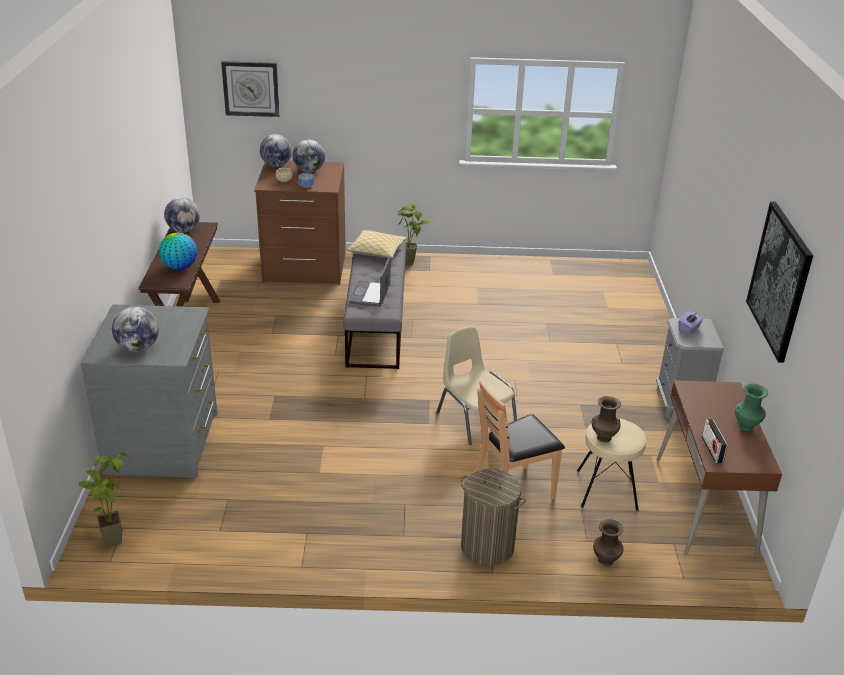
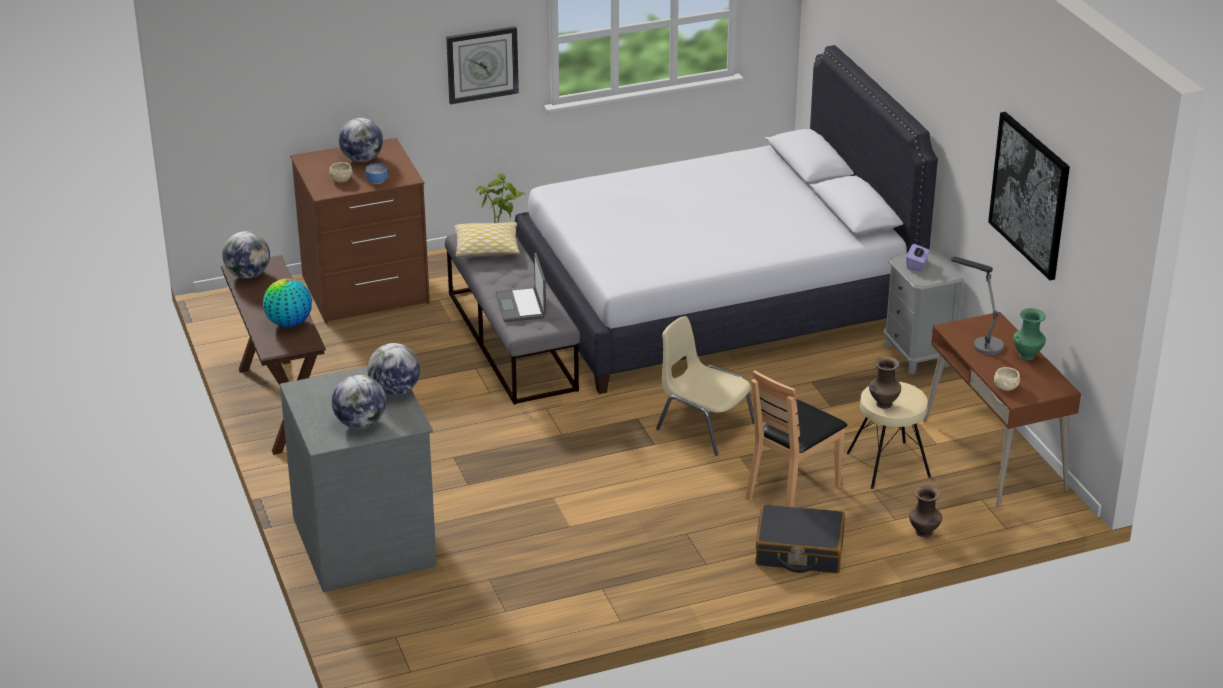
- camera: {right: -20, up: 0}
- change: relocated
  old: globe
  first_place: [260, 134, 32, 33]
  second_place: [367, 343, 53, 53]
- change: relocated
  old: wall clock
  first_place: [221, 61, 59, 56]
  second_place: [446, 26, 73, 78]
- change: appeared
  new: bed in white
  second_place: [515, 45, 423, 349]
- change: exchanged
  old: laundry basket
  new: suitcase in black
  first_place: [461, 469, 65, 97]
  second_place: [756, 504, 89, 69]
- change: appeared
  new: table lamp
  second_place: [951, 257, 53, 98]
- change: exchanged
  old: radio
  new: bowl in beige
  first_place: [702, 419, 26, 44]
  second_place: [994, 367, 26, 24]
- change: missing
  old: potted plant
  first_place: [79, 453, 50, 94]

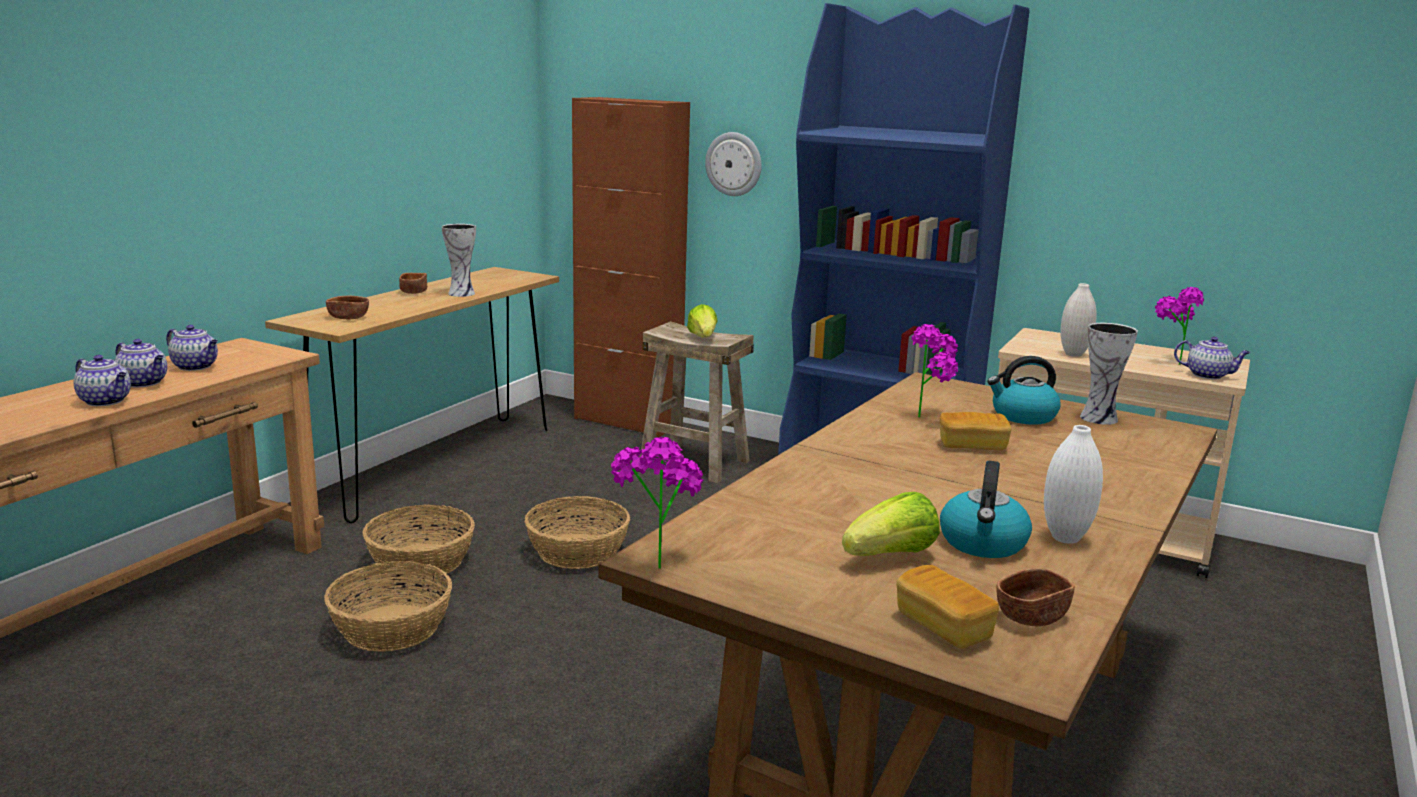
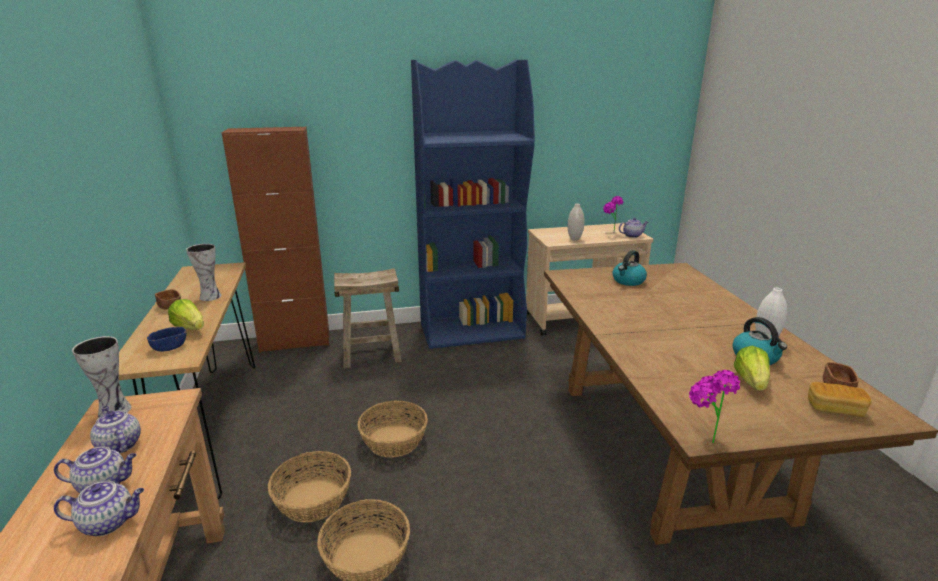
- camera: {right: -40, up: 5}
- change: relocated
  old: vase
  first_place: [1080, 323, 58, 102]
  second_place: [72, 336, 59, 81]
- change: spun
  old: teapot
  first_place: [166, 325, 52, 46]
  second_place: [90, 406, 51, 47]
  degrees: -120
- change: colour
  old: bowl in brown
  new: bowl in blue
  first_place: [326, 296, 43, 23]
  second_place: [147, 327, 39, 24]
- change: relocated
  old: lettuce
  first_place: [687, 304, 31, 34]
  second_place: [168, 299, 36, 31]
- change: missing
  old: wall clock
  first_place: [705, 132, 57, 64]
- change: missing
  old: potted plant
  first_place: [912, 324, 46, 93]
- change: missing
  old: bread
  first_place: [940, 412, 71, 38]

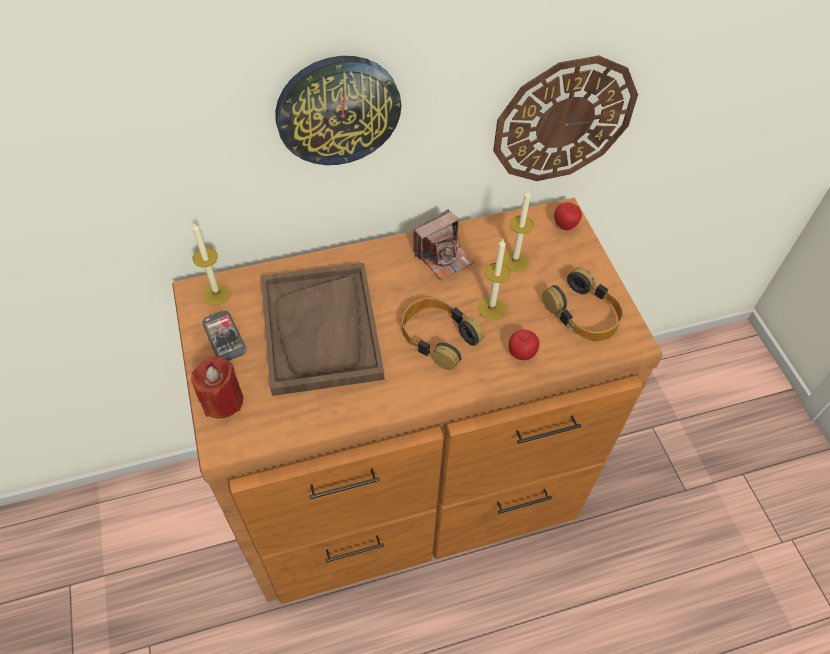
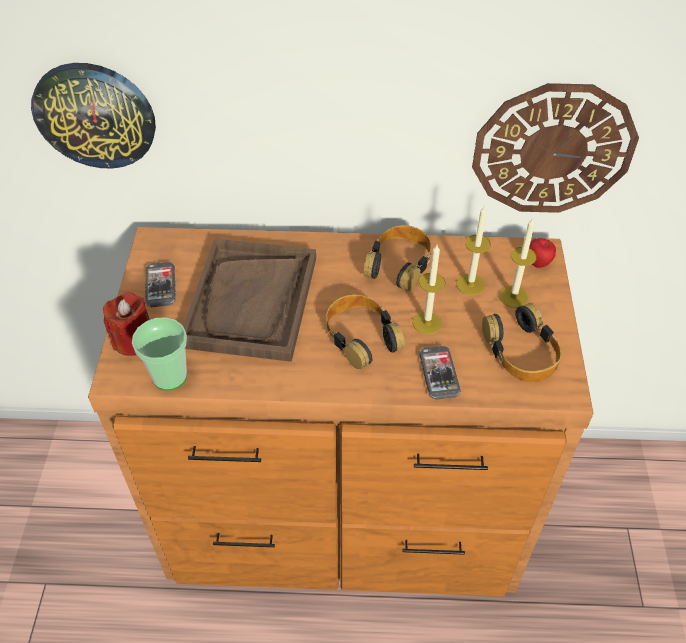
- camera: {right: 20, up: -5}
- change: relocated
  old: wall clock
  first_place: [275, 56, 127, 109]
  second_place: [31, 63, 125, 105]
- change: appeared
  new: cup
  second_place: [132, 317, 55, 73]
- change: exchanged
  old: photo camera
  new: headphones
  first_place: [413, 209, 62, 71]
  second_place: [364, 225, 67, 66]
- change: exchanged
  old: apple
  new: phone
  first_place: [509, 330, 30, 30]
  second_place: [419, 346, 42, 54]
- change: relocated
  old: candle
  first_place: [193, 223, 38, 82]
  second_place: [499, 218, 38, 90]

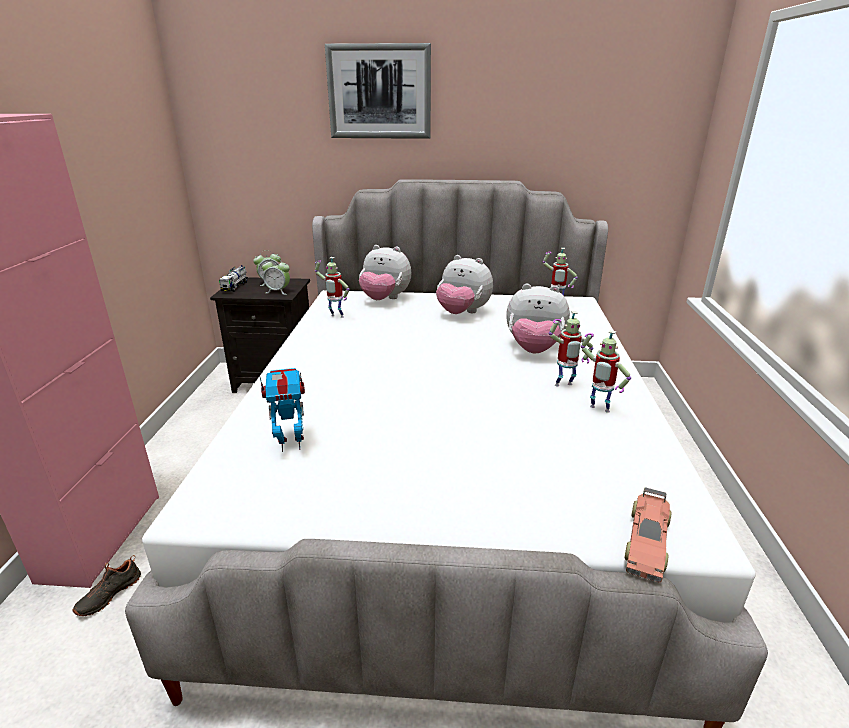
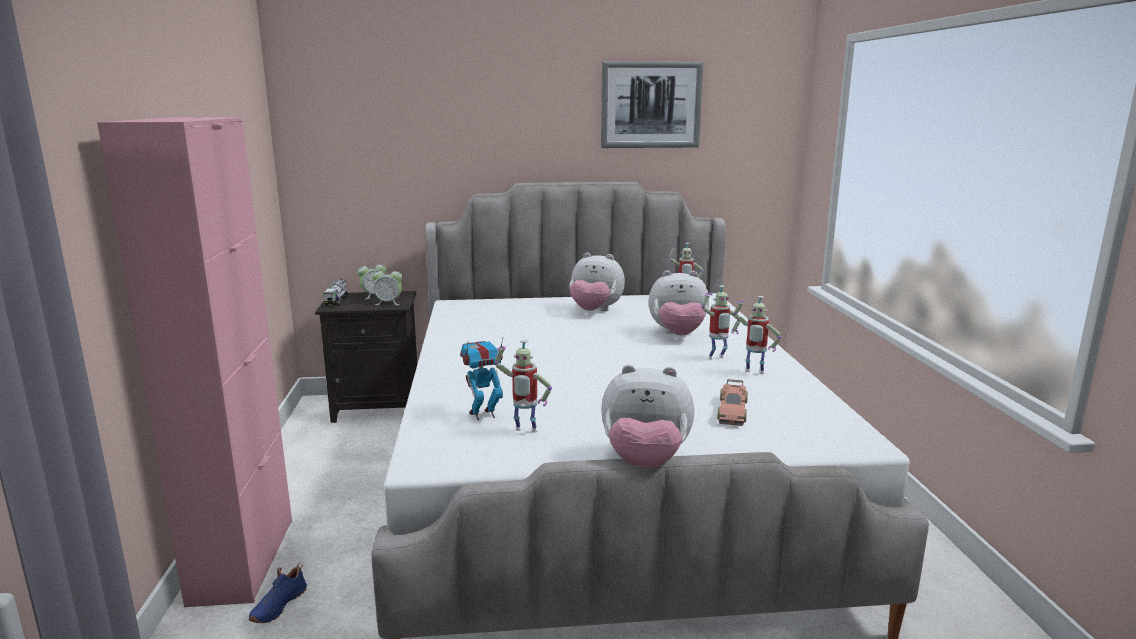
- camera: {right: -10, up: -10}
- change: colour
  old: shoe in black
  new: shoe in blue
  first_place: [72, 555, 69, 61]
  second_place: [249, 564, 58, 59]
- change: relocated
  old: toy robot
  first_place: [315, 257, 34, 61]
  second_place: [494, 340, 58, 92]
- change: relocated
  old: picture
  first_place: [325, 43, 106, 96]
  second_place: [601, 61, 102, 87]
- change: relocated
  old: plush toy
  first_place: [359, 245, 52, 55]
  second_place: [601, 364, 93, 104]
- change: relocated
  old: toy car
  first_place: [624, 487, 48, 95]
  second_place: [717, 379, 31, 47]

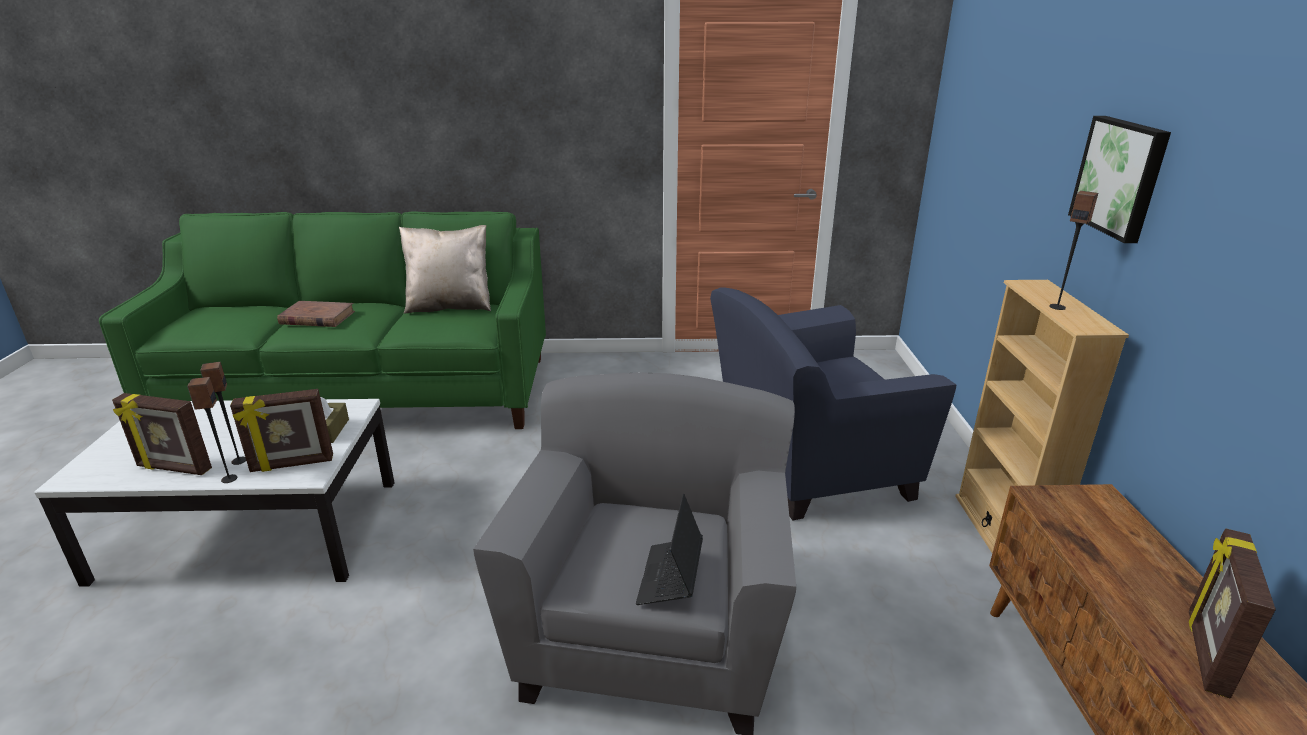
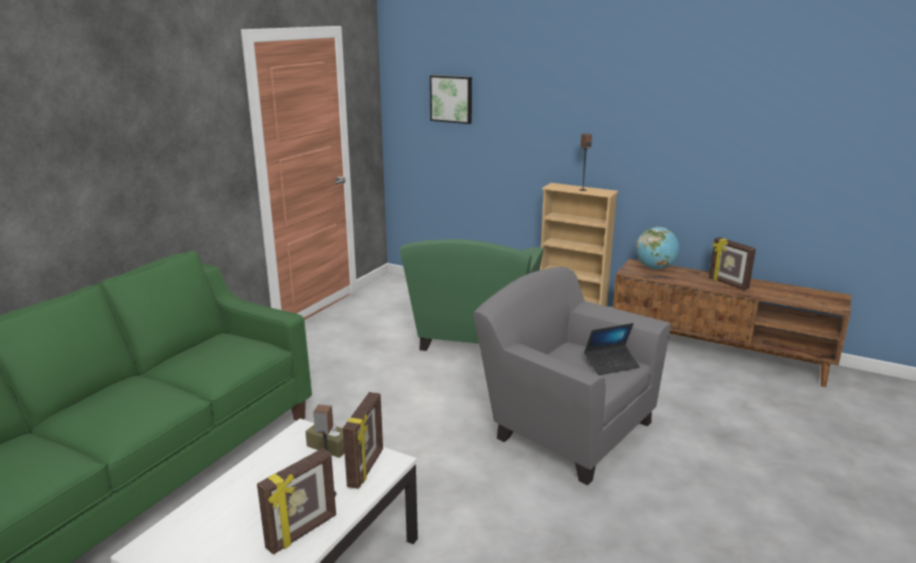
- camera: {right: -60, up: -5}
- change: colour
  old: armchair in blue
  new: armchair in green
  first_place: [710, 287, 246, 233]
  second_place: [400, 239, 143, 112]
- change: relocated
  old: picture
  first_place: [1068, 116, 103, 127]
  second_place: [430, 75, 42, 49]
- change: spun
  old: laptop
  first_place: [636, 494, 67, 111]
  second_place: [584, 323, 56, 52]
  degrees: -60
- change: appeared
  new: globe
  second_place: [636, 227, 44, 43]
- change: missing
  old: speaker
  first_place: [187, 377, 50, 106]
- change: missing
  old: book in brown
  first_place: [277, 301, 78, 26]
- change: missing
  old: pillow in beige
  first_place: [399, 225, 92, 89]

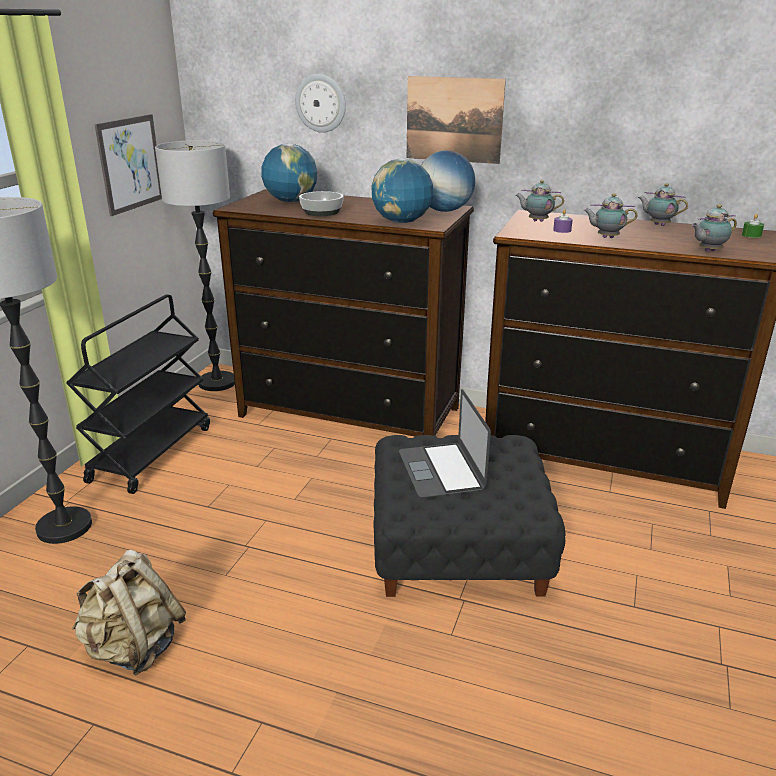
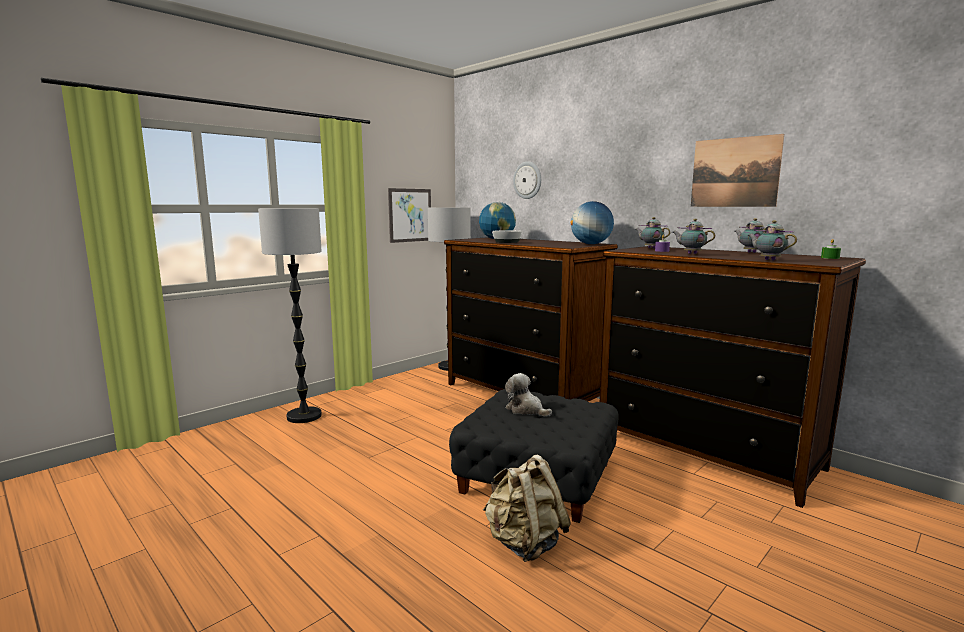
- camera: {right: 25, up: -15}
- change: relocated
  old: backpack in beige
  first_place: [72, 549, 114, 127]
  second_place: [483, 454, 88, 108]
- change: exchanged
  old: laptop
  new: plush toy
  first_place: [399, 389, 92, 109]
  second_place: [505, 373, 47, 44]
- change: relocated
  old: picture
  first_place: [407, 76, 99, 88]
  second_place: [691, 134, 93, 73]
- change: spun
  old: teapot
  first_place: [691, 204, 46, 48]
  second_place: [747, 220, 50, 41]
  degrees: 45
- change: missing
  old: cart in black
  first_place: [66, 294, 144, 200]
- change: missing
  old: globe
  first_place: [371, 158, 62, 65]

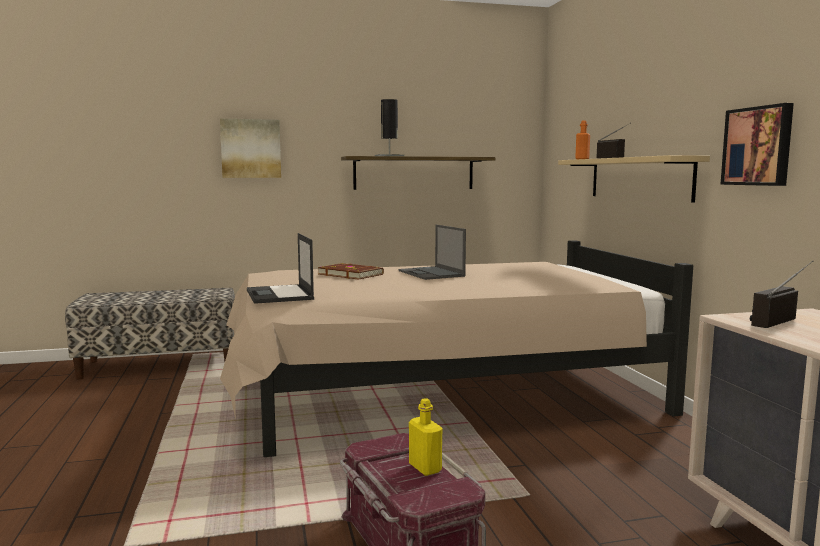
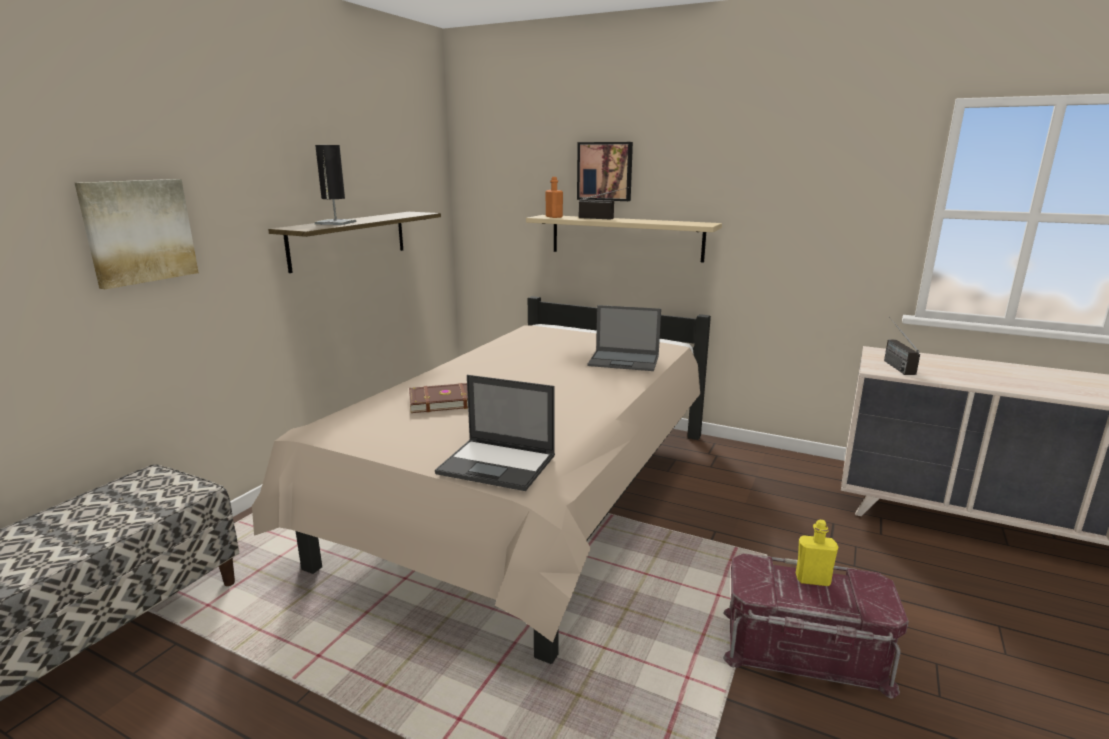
- camera: {right: -50, up: 10}
- change: relocated
  old: picture
  first_place: [720, 103, 74, 83]
  second_place: [577, 142, 56, 59]
- change: relocated
  old: laptop
  first_place: [399, 225, 67, 55]
  second_place: [587, 305, 74, 66]

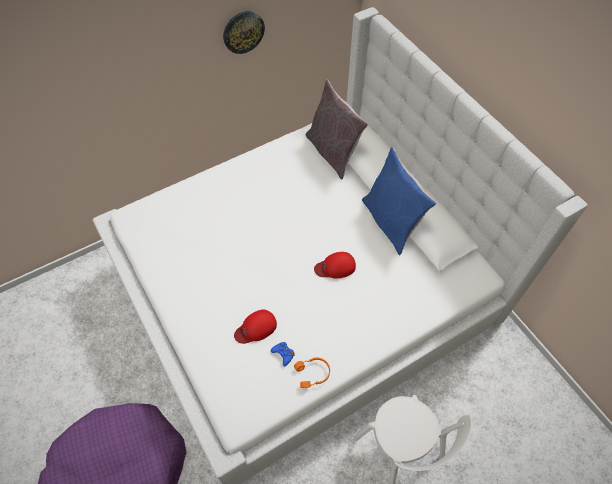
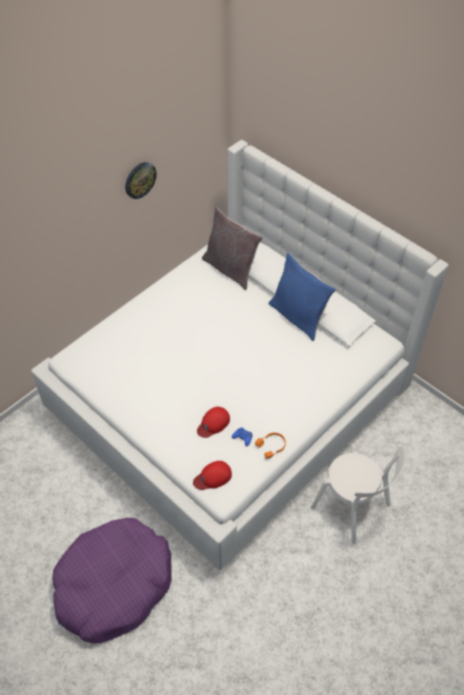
- camera: {right: -15, up: -5}
- change: relocated
  old: cap in red
  first_place: [314, 252, 42, 27]
  second_place: [193, 461, 39, 29]

